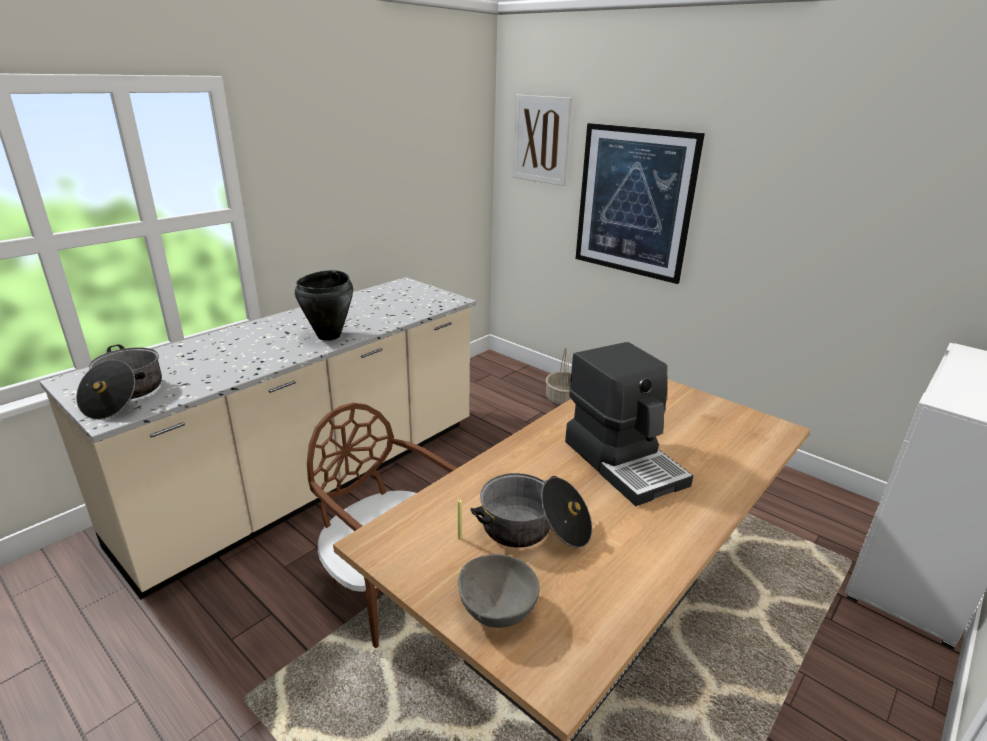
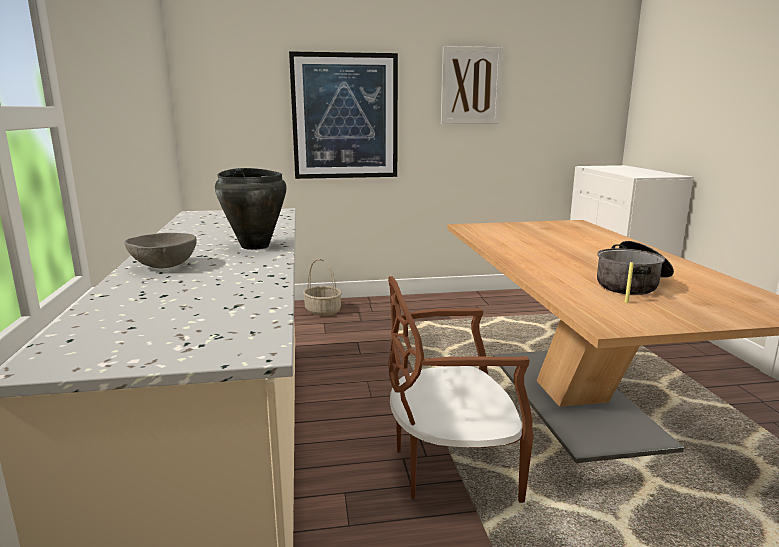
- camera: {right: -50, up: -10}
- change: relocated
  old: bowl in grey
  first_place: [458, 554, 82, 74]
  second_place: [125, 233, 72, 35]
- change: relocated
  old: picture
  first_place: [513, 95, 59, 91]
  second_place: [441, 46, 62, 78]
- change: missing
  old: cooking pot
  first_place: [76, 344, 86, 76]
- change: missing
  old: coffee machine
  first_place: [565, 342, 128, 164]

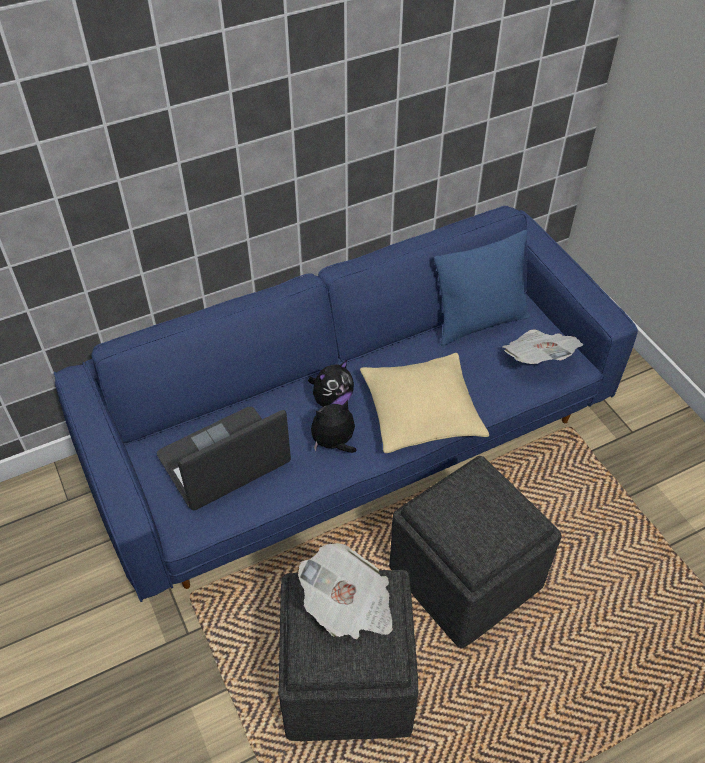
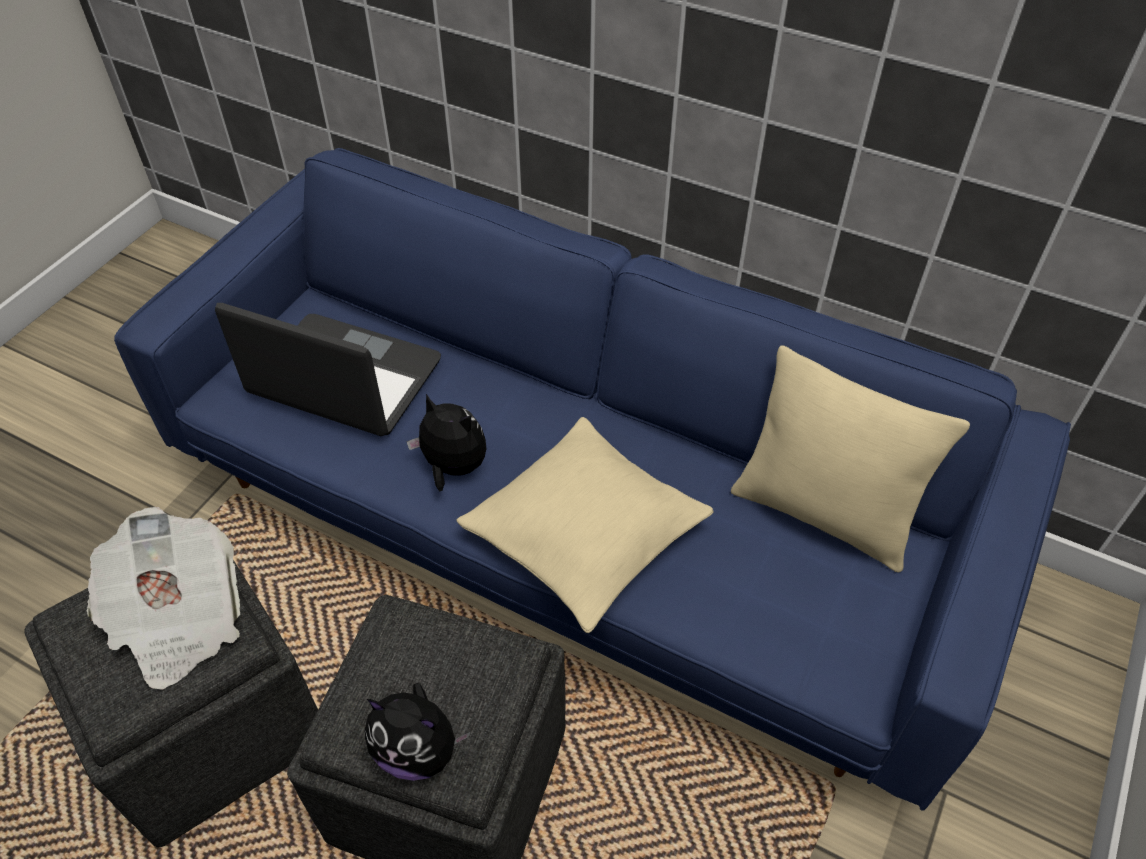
- camera: {right: 55, up: 0}
- change: relocated
  old: plush toy
  first_place: [308, 360, 46, 47]
  second_place: [365, 683, 106, 98]
- change: colour
  old: pillow in blue
  new: pillow in beige
  first_place: [434, 230, 96, 116]
  second_place: [731, 346, 239, 227]
- change: missing
  old: newspaper
  first_place: [502, 329, 81, 35]

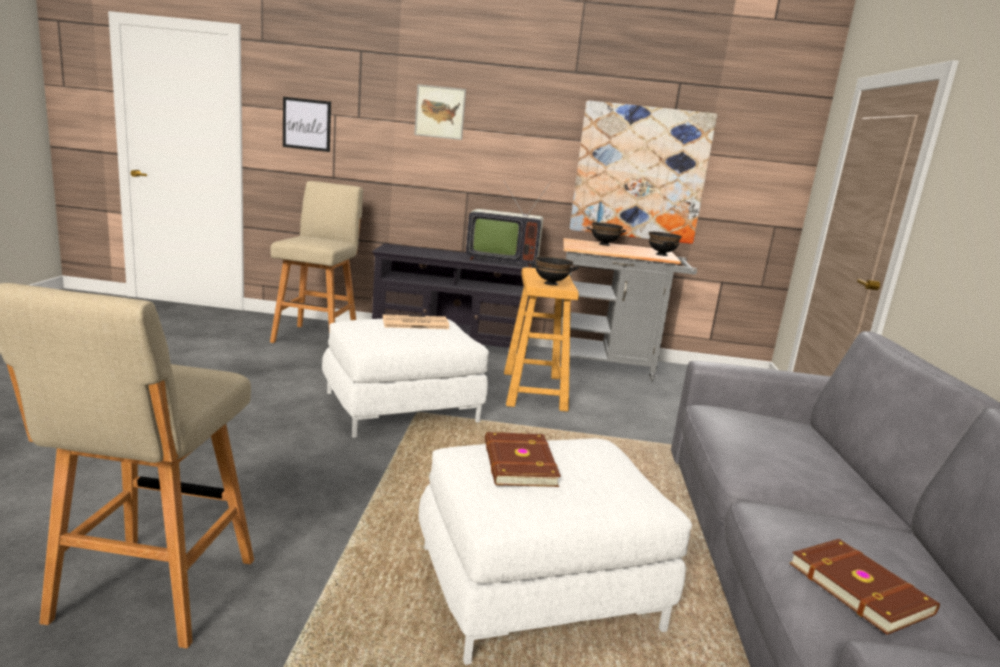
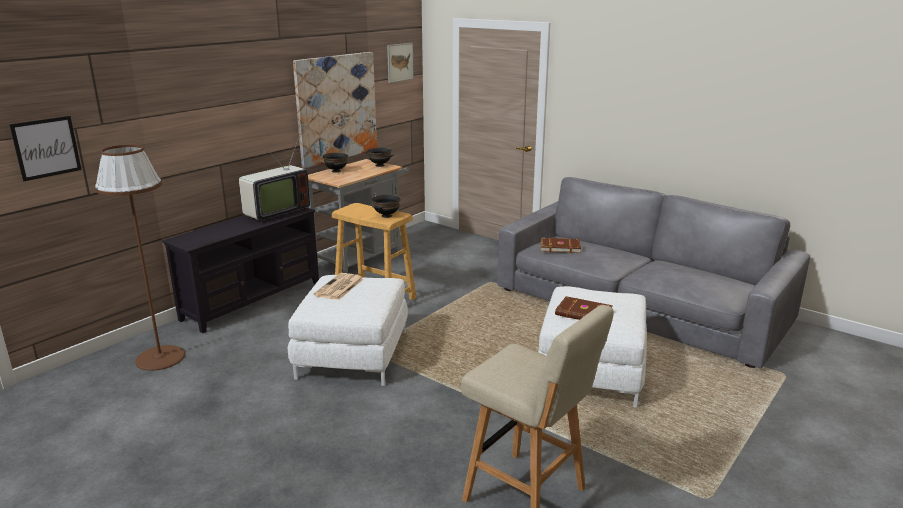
- camera: {right: -55, up: 5}
- change: exchanged
  old: stool in beige
  new: floor lamp in brown
  first_place: [270, 181, 93, 162]
  second_place: [95, 145, 91, 226]
- change: relocated
  old: picture
  first_place: [414, 84, 52, 56]
  second_place: [387, 43, 27, 40]
- change: relocated
  old: book in brown
  first_place: [789, 539, 151, 96]
  second_place: [541, 238, 40, 15]

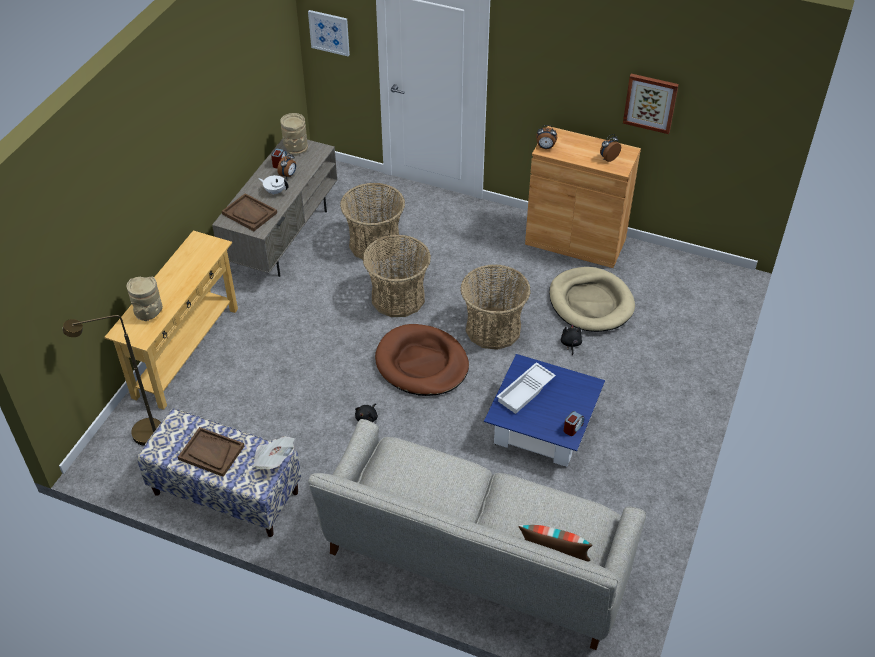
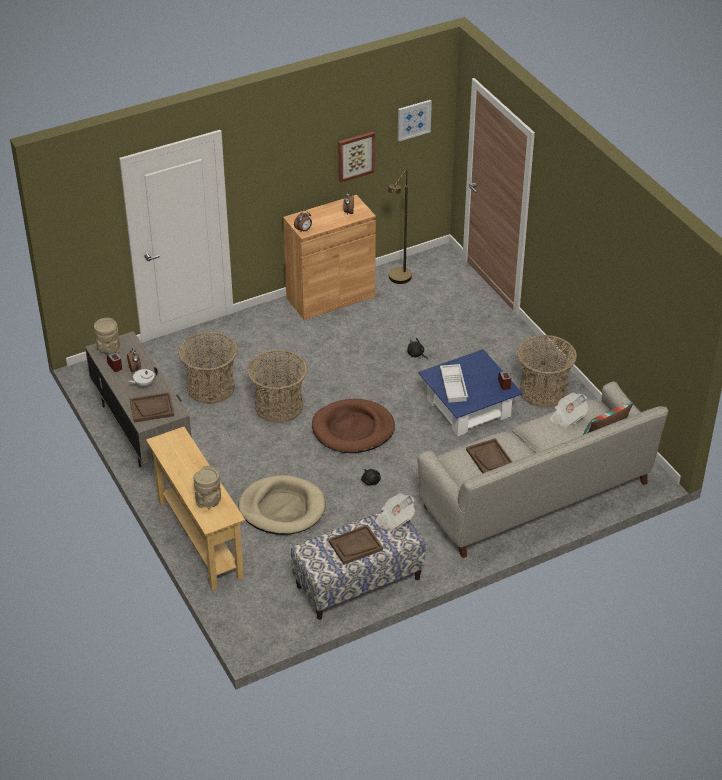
- camera: {right: -50, up: -5}
- change: relocated
  old: dog bed in beige
  first_place: [549, 267, 86, 65]
  second_place: [239, 475, 86, 60]
- change: relocated
  old: floor lamp in brown
  first_place: [63, 315, 98, 131]
  second_place: [388, 170, 24, 114]
- change: relocated
  old: picture
  first_place: [308, 10, 42, 46]
  second_place: [398, 100, 34, 41]
- change: appeared
  new: tray in brown
  second_place: [466, 438, 46, 35]
- change: relocated
  old: basket
  first_place: [461, 265, 70, 85]
  second_place: [517, 335, 60, 73]
- change: appeared
  new: newspaper
  second_place: [550, 392, 39, 36]

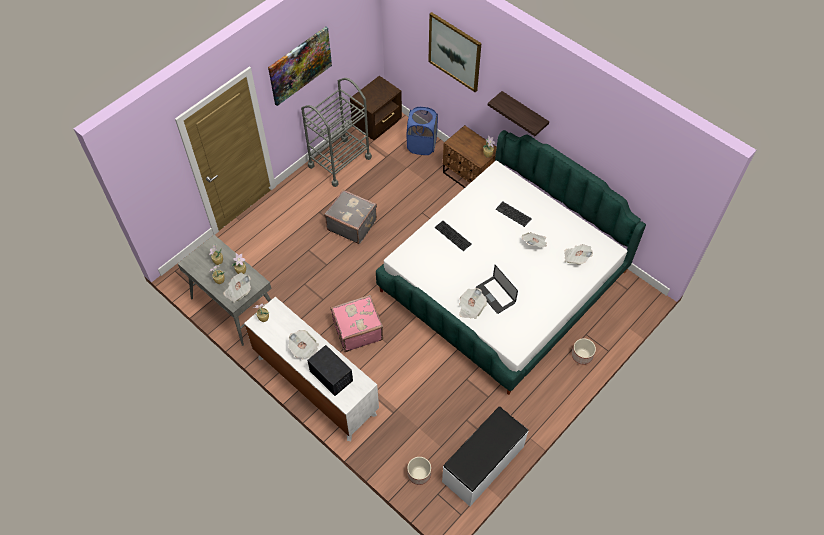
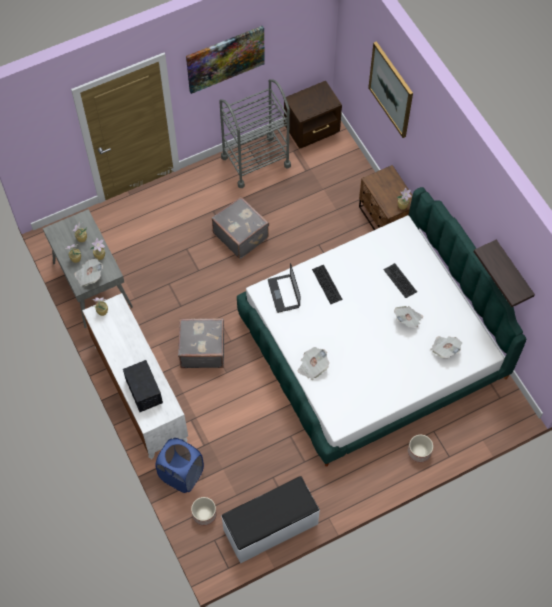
- camera: {right: 20, up: 5}
- change: relocated
  old: laundry basket in blue
  first_place: [407, 106, 31, 49]
  second_place: [155, 438, 49, 55]
- change: colour
  old: suitcase in pink
  new: suitcase in grey
  first_place: [331, 295, 52, 57]
  second_place: [178, 318, 46, 50]
- change: relocated
  old: laptop
  first_place: [476, 265, 42, 49]
  second_place: [268, 263, 32, 50]
- change: relocated
  old: shelf
  first_place: [488, 91, 61, 45]
  second_place: [474, 240, 61, 67]
- change: missing
  old: newspaper
  first_place: [288, 330, 31, 30]

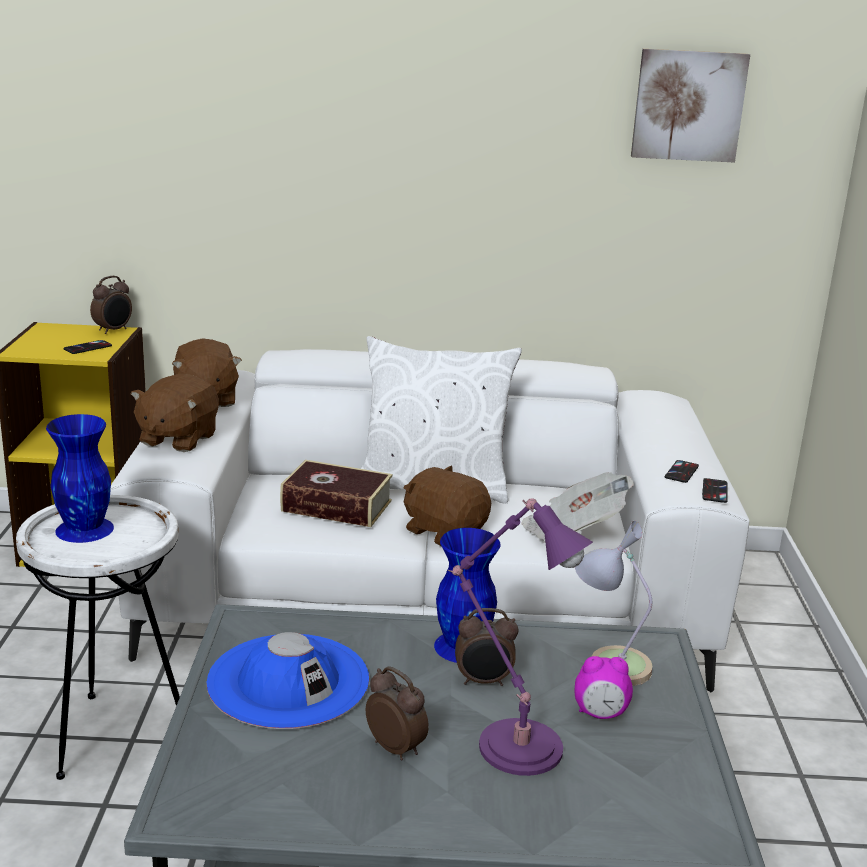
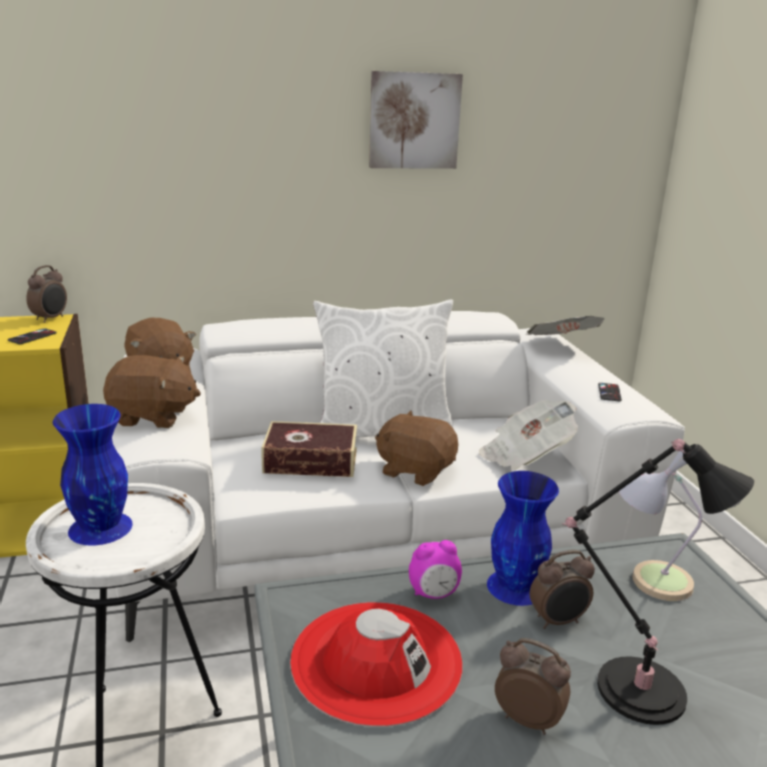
- camera: {right: -15, up: 0}
- change: spun
  old: plush toy in brown
  first_place: [130, 374, 89, 78]
  second_place: [103, 355, 98, 73]
  degrees: -90
- change: colour
  old: hat in blue
  new: hat in red
  first_place: [206, 632, 163, 97]
  second_place: [290, 602, 173, 125]
- change: relocated
  old: picture
  first_place: [631, 49, 119, 114]
  second_place: [369, 71, 94, 98]
- change: relocated
  old: alarm clock
  first_place: [575, 656, 58, 63]
  second_place: [409, 540, 53, 59]
- change: appeared
  new: newspaper
  second_place: [527, 316, 78, 19]
- change: colour
  old: table lamp in purple
  new: table lamp in black
  first_place: [448, 498, 145, 278]
  second_place: [562, 439, 192, 286]
- change: missing
  old: phone
  first_place: [702, 478, 25, 25]

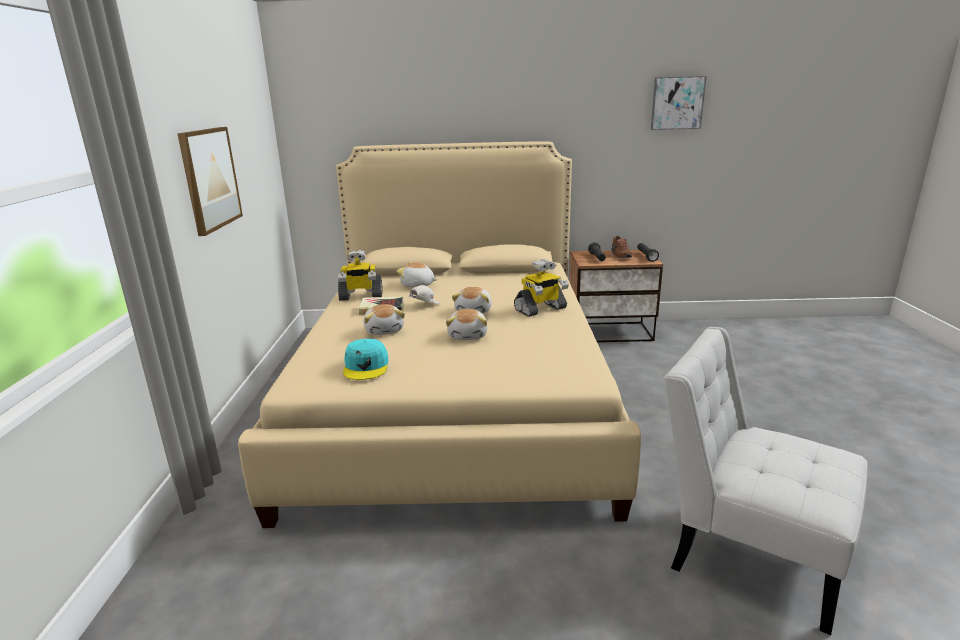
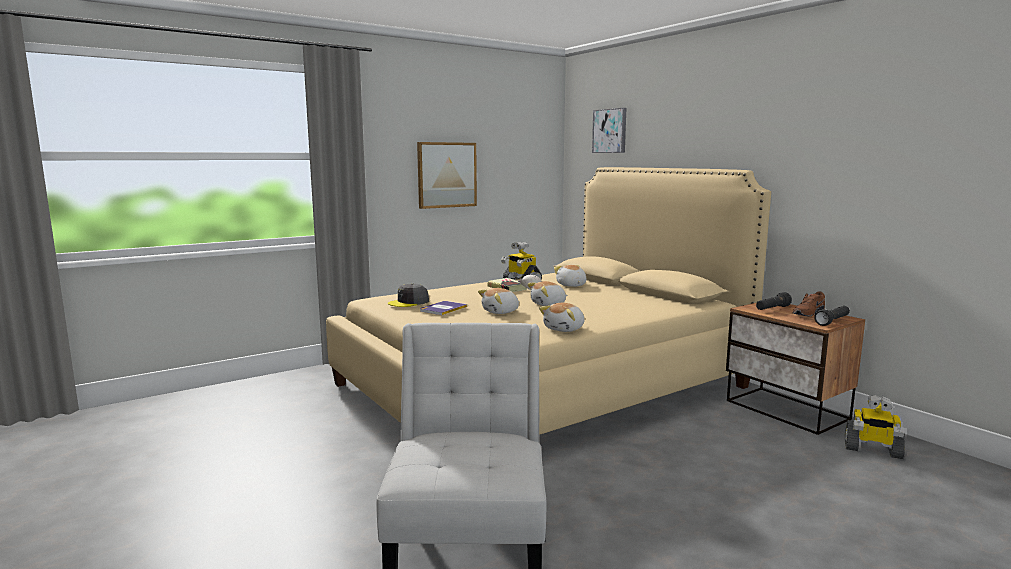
- camera: {right: 55, up: -10}
- change: colour
  old: cap in turquoise
  new: cap in grey
  first_place: [343, 339, 45, 41]
  second_place: [388, 283, 41, 24]
- change: appeared
  new: book
  second_place: [420, 301, 47, 14]
- change: relocated
  old: plush toy
  first_place: [363, 304, 42, 31]
  second_place: [539, 303, 46, 29]
- change: relocated
  old: picture
  first_place: [651, 76, 56, 54]
  second_place: [592, 108, 35, 45]
- change: relocated
  old: toy robot
  first_place: [514, 259, 55, 58]
  second_place: [845, 395, 60, 64]

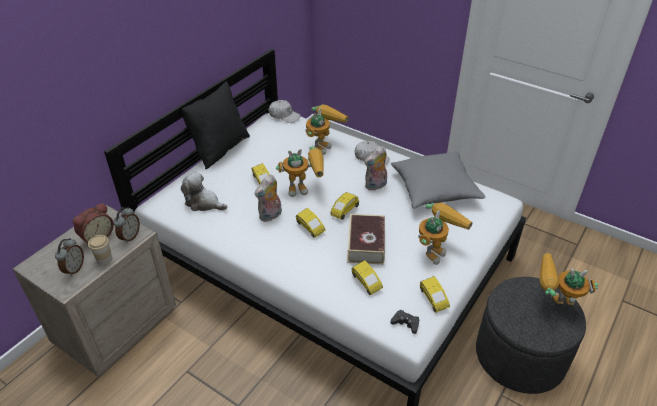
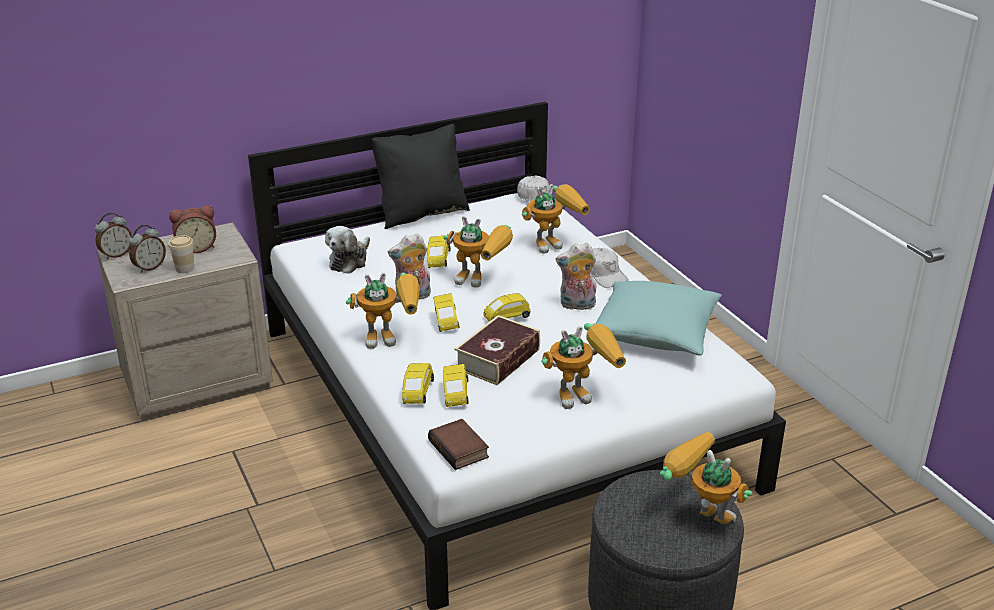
- camera: {right: 30, up: -10}
- change: relocated
  old: alarm clock
  first_place: [113, 207, 27, 36]
  second_place: [95, 213, 37, 46]
- change: spun
  old: plush toy
  first_place: [181, 172, 46, 39]
  second_place: [325, 226, 45, 48]
  degrees: -120
- change: appeared
  new: toy robot
  second_place: [346, 272, 74, 77]
- change: relocated
  old: toy car in yellow
  first_place: [420, 276, 30, 37]
  second_place: [402, 363, 32, 41]
- change: exchanged
  old: game controller in black
  new: book
  first_place: [391, 310, 28, 24]
  second_place: [428, 419, 61, 51]
- change: colour
  old: pillow in grey
  new: pillow in turquoise
  first_place: [391, 152, 94, 57]
  second_place: [596, 281, 126, 75]

